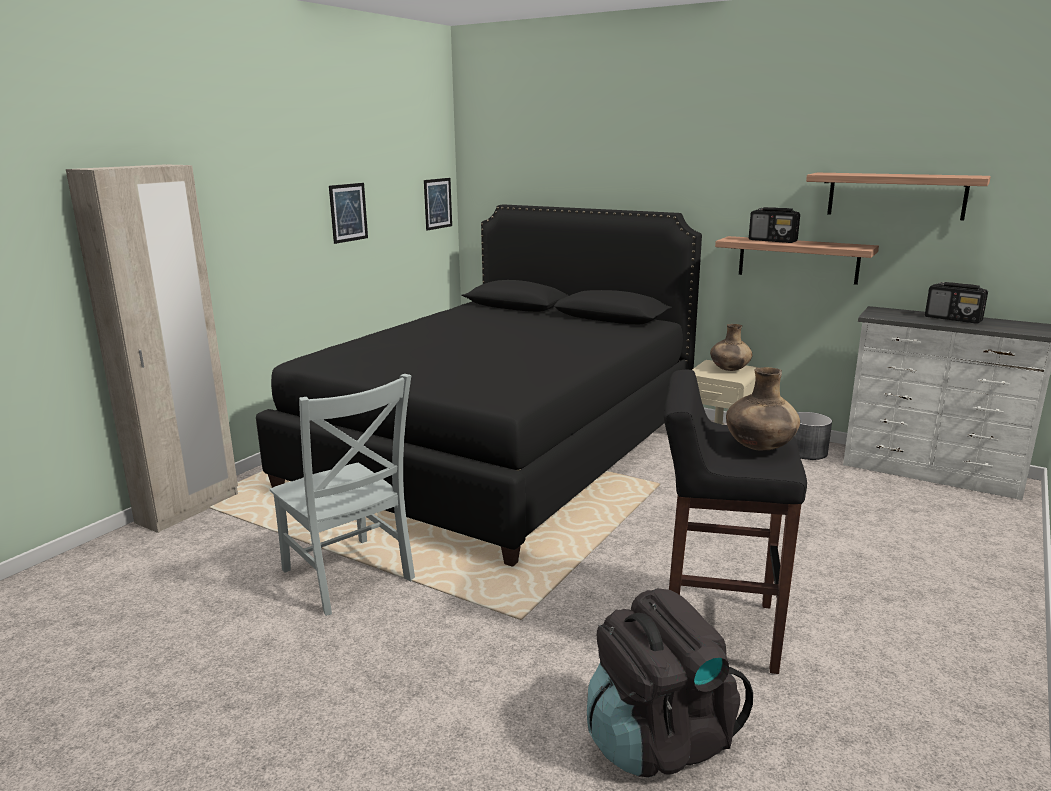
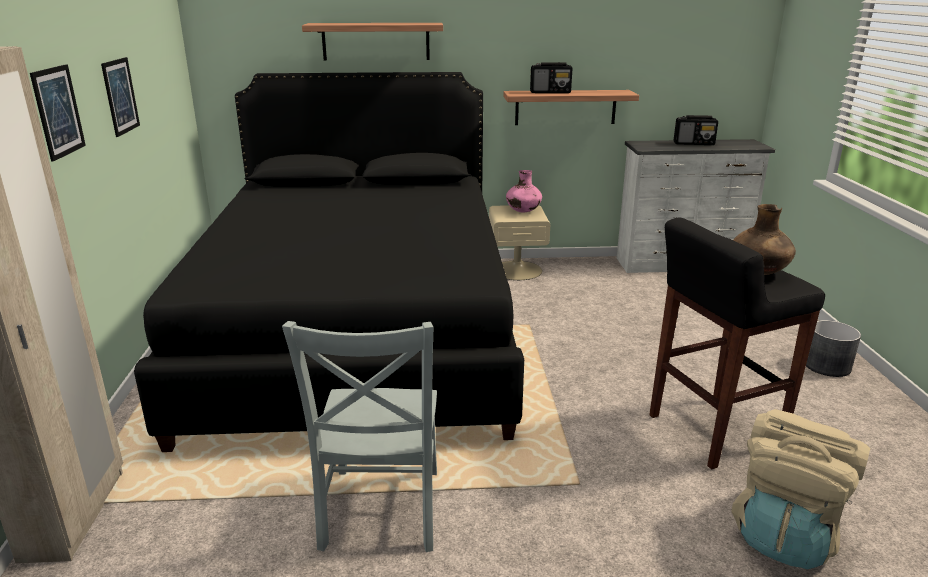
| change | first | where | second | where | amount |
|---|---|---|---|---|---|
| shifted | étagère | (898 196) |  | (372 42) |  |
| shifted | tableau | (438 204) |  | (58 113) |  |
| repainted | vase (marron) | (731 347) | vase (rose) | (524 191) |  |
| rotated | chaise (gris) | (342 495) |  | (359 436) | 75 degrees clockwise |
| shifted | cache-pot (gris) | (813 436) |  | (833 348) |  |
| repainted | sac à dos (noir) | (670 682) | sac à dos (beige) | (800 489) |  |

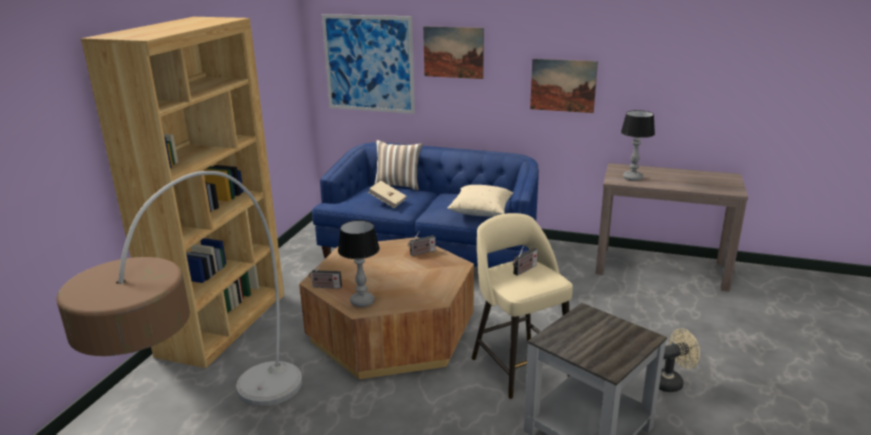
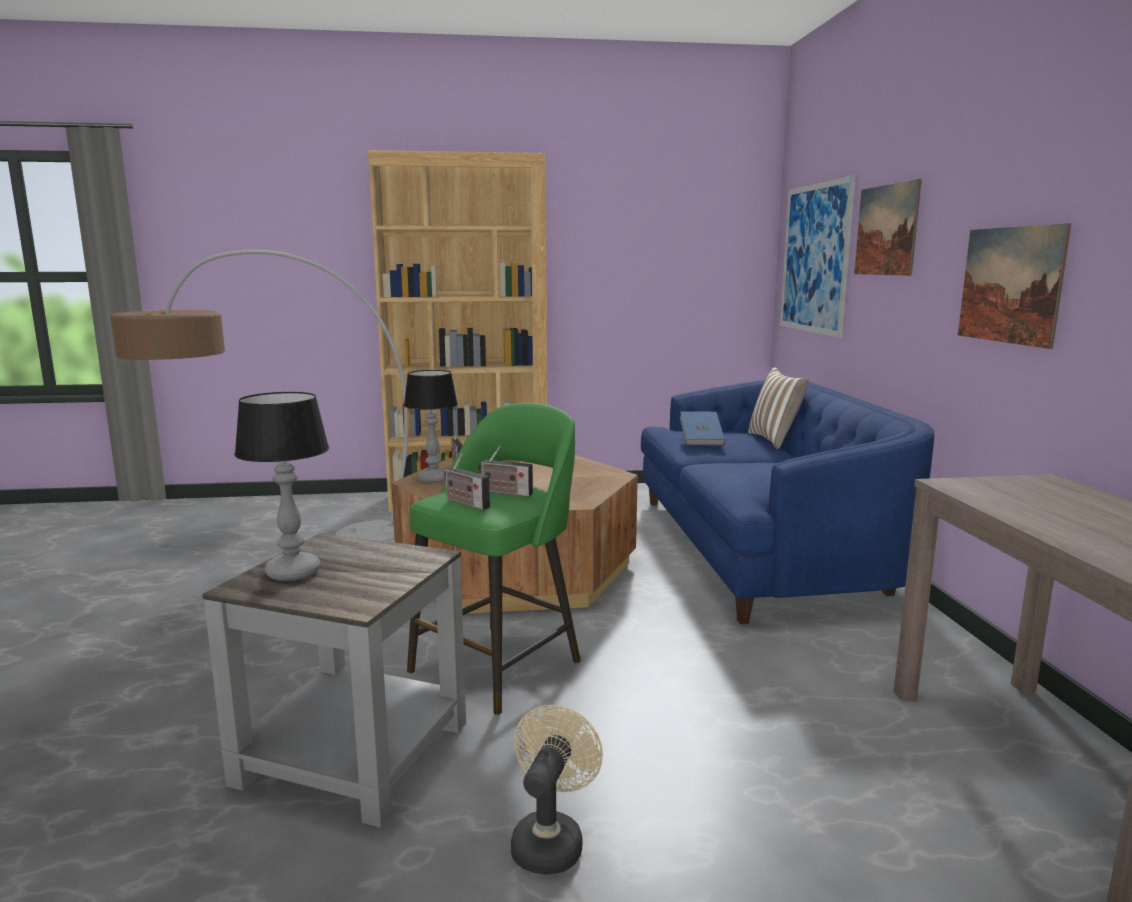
| change | first | where | second | where | amount |
|---|---|---|---|---|---|
| shifted | lampe de table | (638 145) |  | (281 486) |  |
| repainted | livre (beige) | (387 194) | livre (bleu) | (702 428) |  |
| gone | coussin (beige) | (480 201) |  |  |  |
| repainted | tabouret (beige) | (522 306) | tabouret (vert) | (494 559) |  |
| shifted | radio | (422 244) |  | (467 482) |  |
| rotated | ventilateur (beige) | (679 360) |  | (557 790) | 120 degrees counterclockwise |

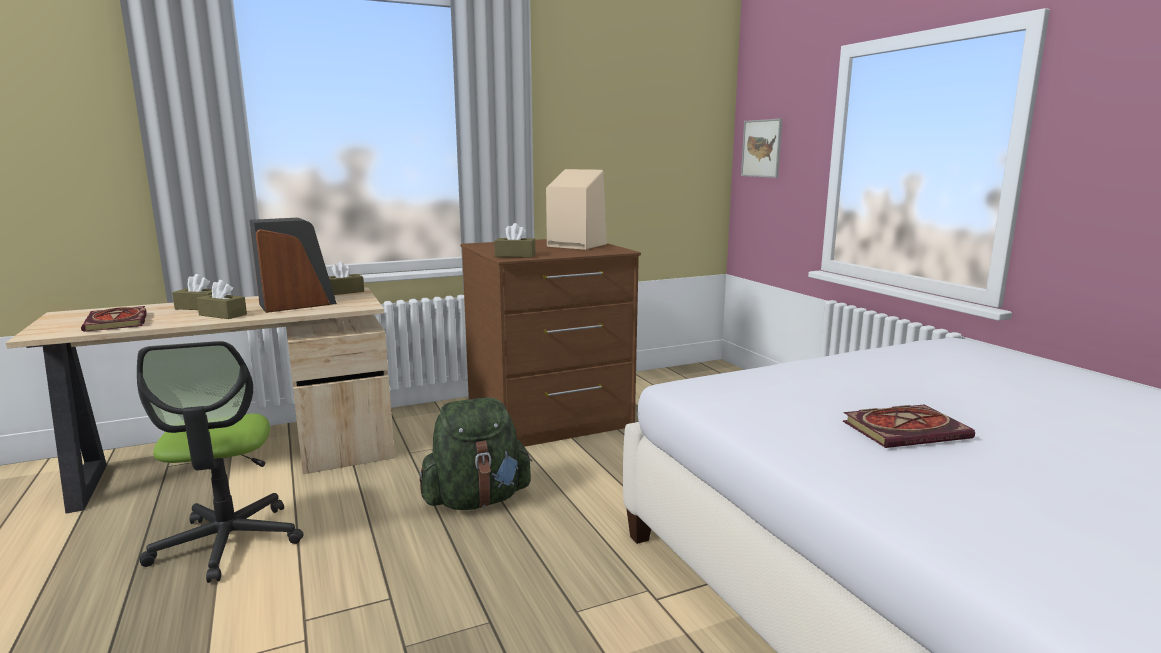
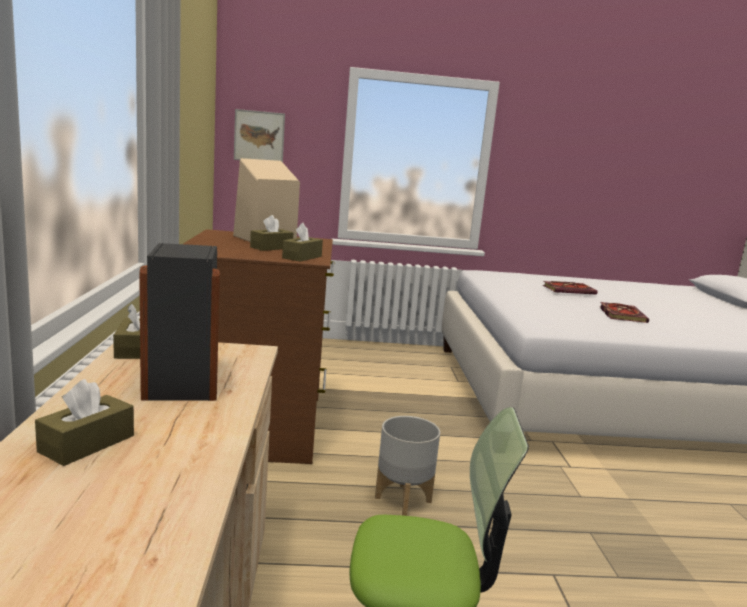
| change | first | where | second | where | amount |
|---|---|---|---|---|---|
| shifted | boîte à mouchoirs (marron) | (221 299) |  | (272 233) |  |
| shifted | livre | (114 319) |  | (570 288) |  |
| swapped | sac à dos (vert) | (475 453) | cache-pot (gris) | (407 466) |  |

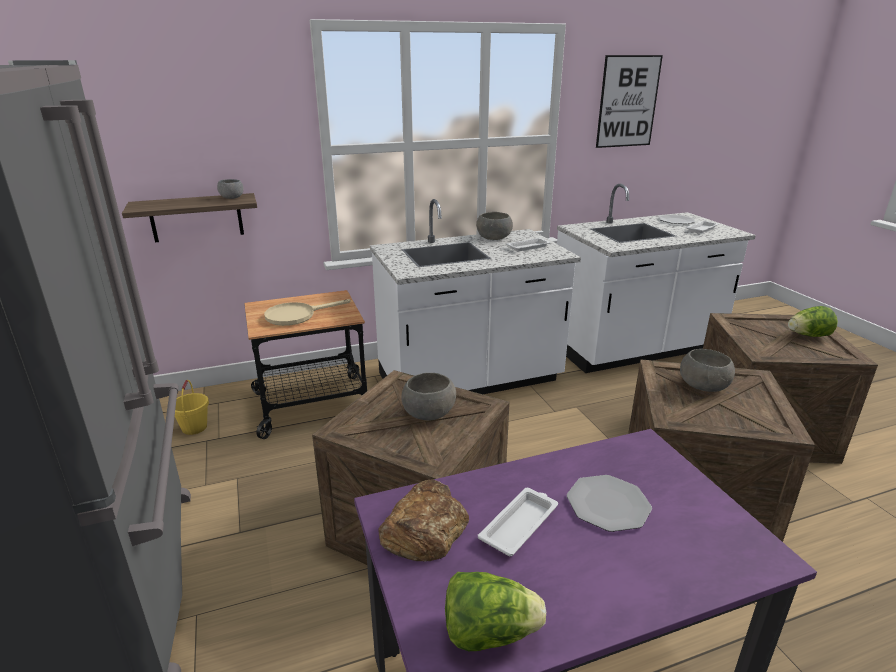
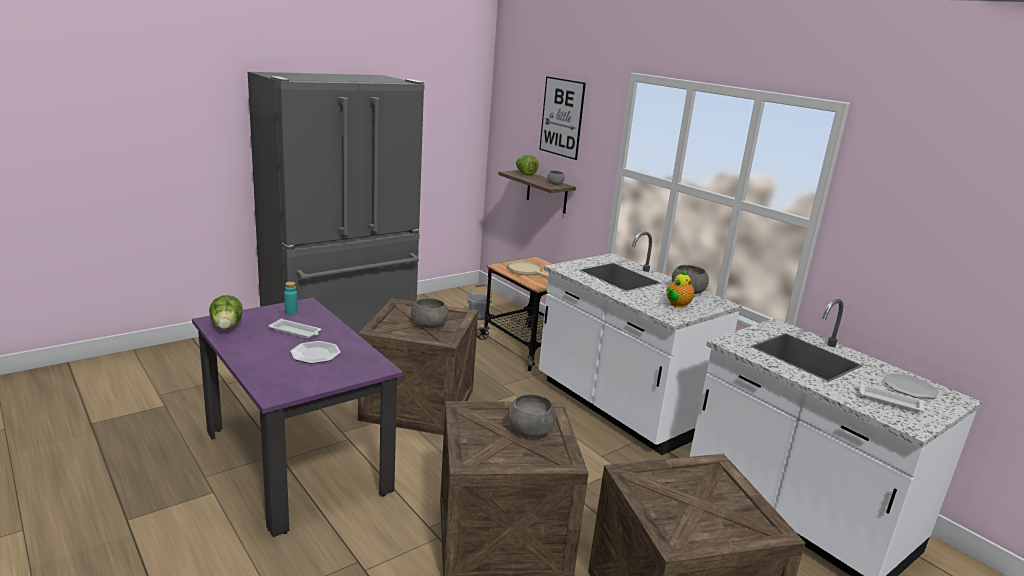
| change | first | where | second | where | amount |
|---|---|---|---|---|---|
| shifted | tableau | (629 101) |  | (562 118) |  |
| swapped | plateau (blanc) | (528 244) | théière | (680 288) |  |
| shifted | laitue | (813 321) |  | (527 165) |  |
| repainted | seau (jaune) | (192 407) | seau (gris) | (480 302) |  |
| swapped | pain | (423 521) | bouteille (turquoise) | (291 298) |  |

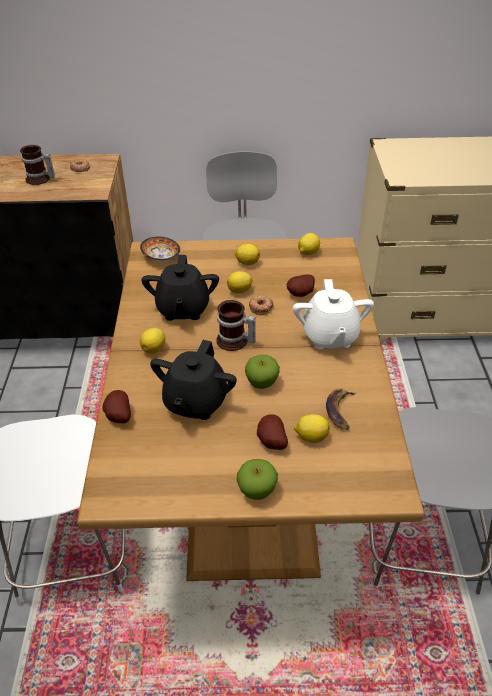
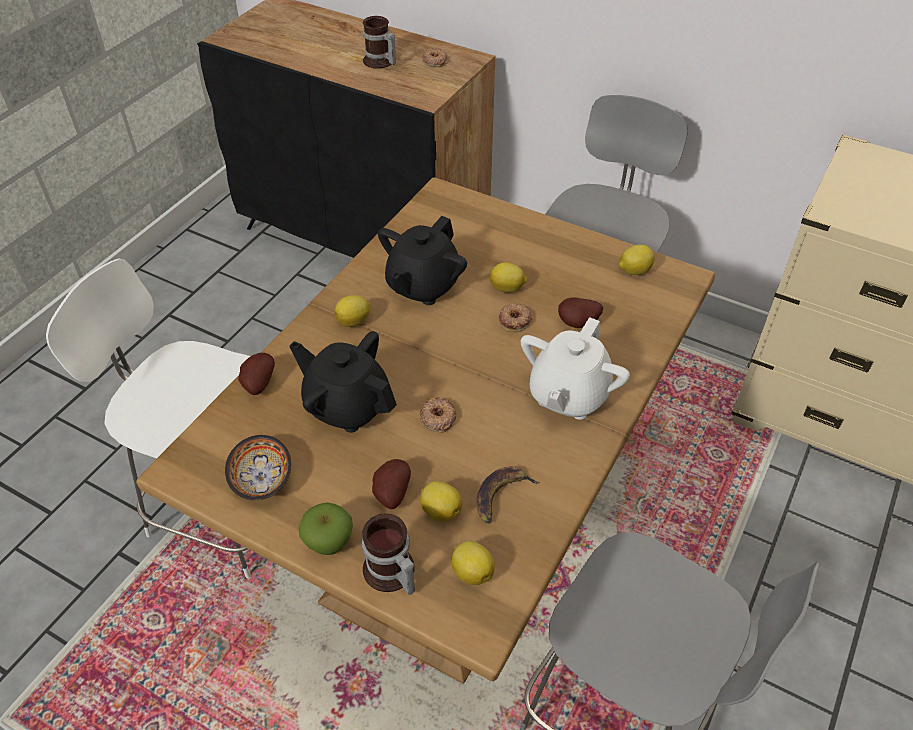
| change | first | where | second | where | amount |
|---|---|---|---|---|---|
| shifted | bol | (160 249) |  | (258 467) |  |
| shifted | citron | (247 254) |  | (473 563) |  |
| shifted | mug | (236 325) |  | (388 554) |  |
| rotated | théière (noir) | (193 380) |  | (343 382) | 75 degrees clockwise |
| swapped | pomme | (262 372) | beignet | (438 415) |  |

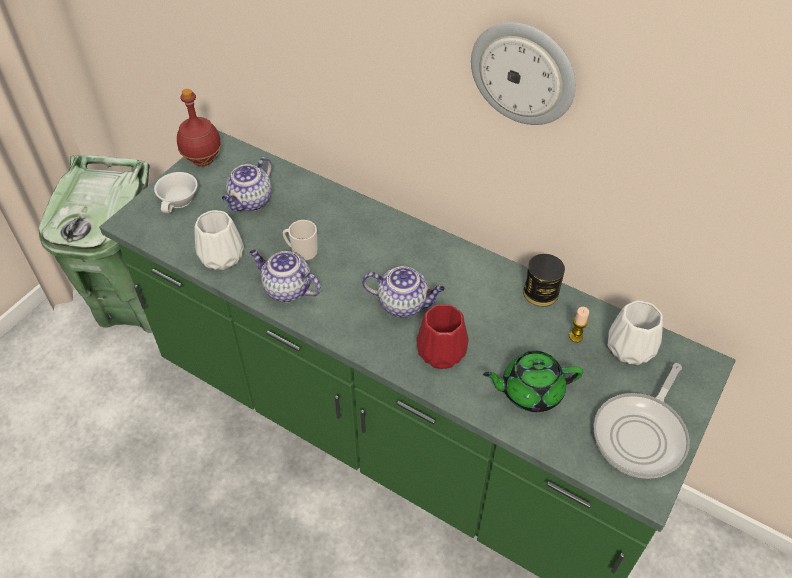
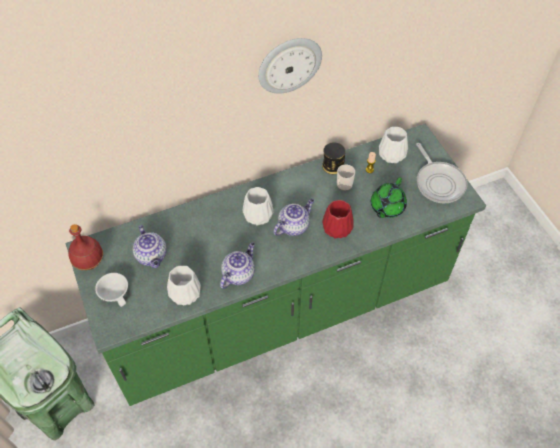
| change | first | where | second | where | amount |
|---|---|---|---|---|---|
| shifted | mug | (300 240) |  | (346 178) |  |
| rotated | théière | (285 276) |  | (237 265) | 150 degrees clockwise |
| new |  |  | vase (blanc) | (257 206) |  |

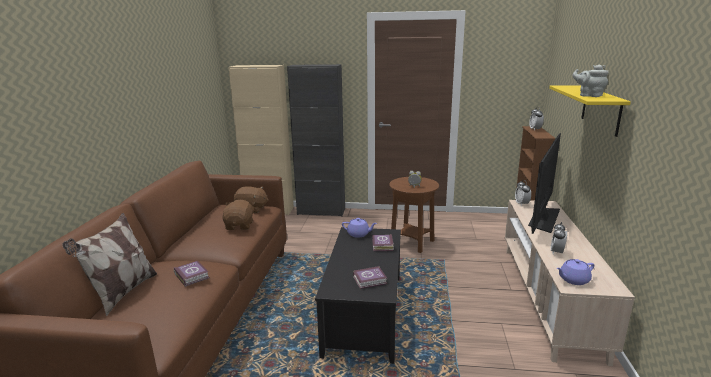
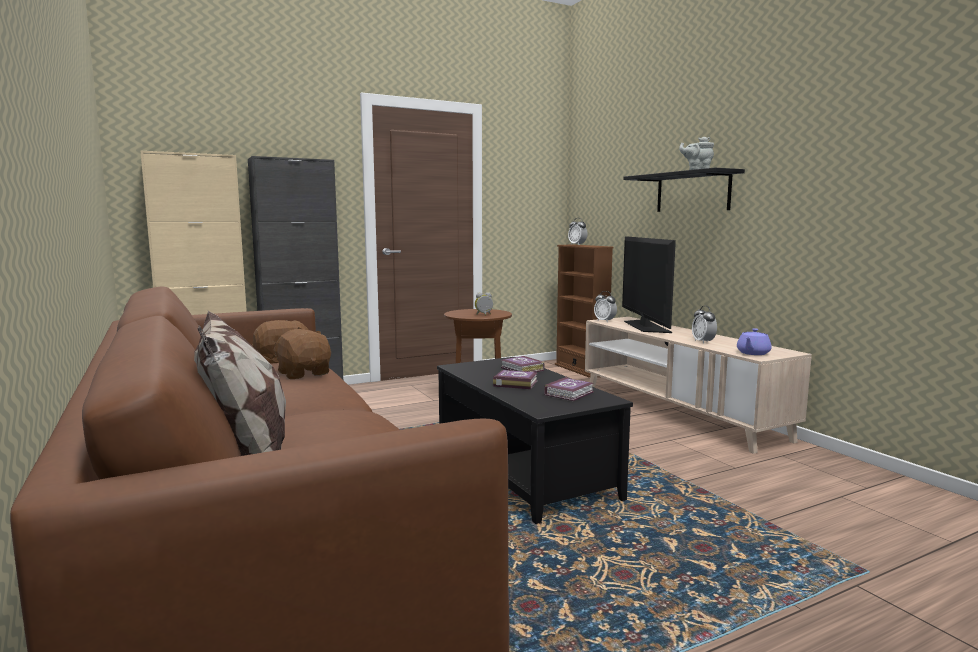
| change | first | where | second | where | amount |
|---|---|---|---|---|---|
| repainted | étagère (jaune) | (590 111) | étagère (noir) | (684 190) |  |
| gone | théière (violet) | (359 228) |  |  |  |
| shifted | livre | (191 274) |  | (515 379) |  |

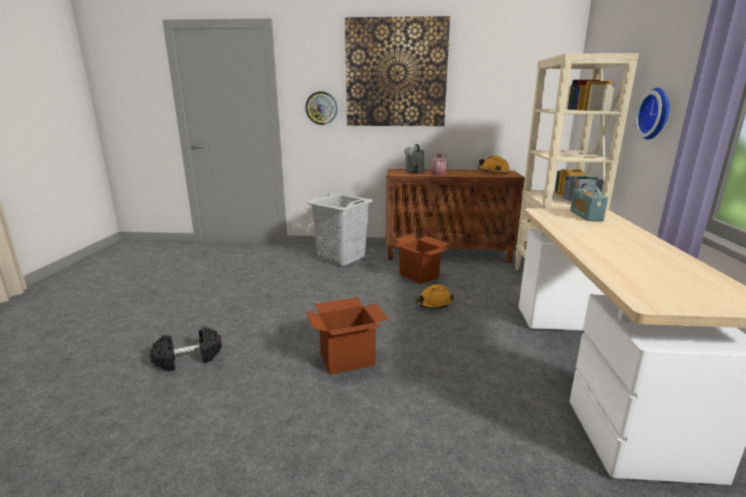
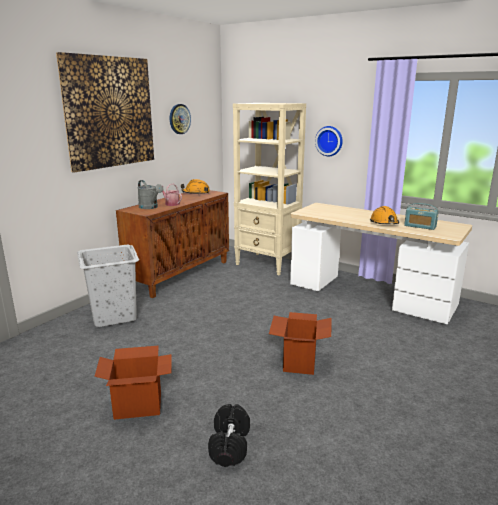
| change | first | where | second | where | amount |
|---|---|---|---|---|---|
| shifted | horloge murale | (321 108) |  | (180 119) |  |
| shifted | radio | (589 202) |  | (421 216) |  |
| shifted | carton | (420 259) |  | (133 382) |  |
| shifted | casque de chantier (orange) | (435 296) |  | (384 215) |  |

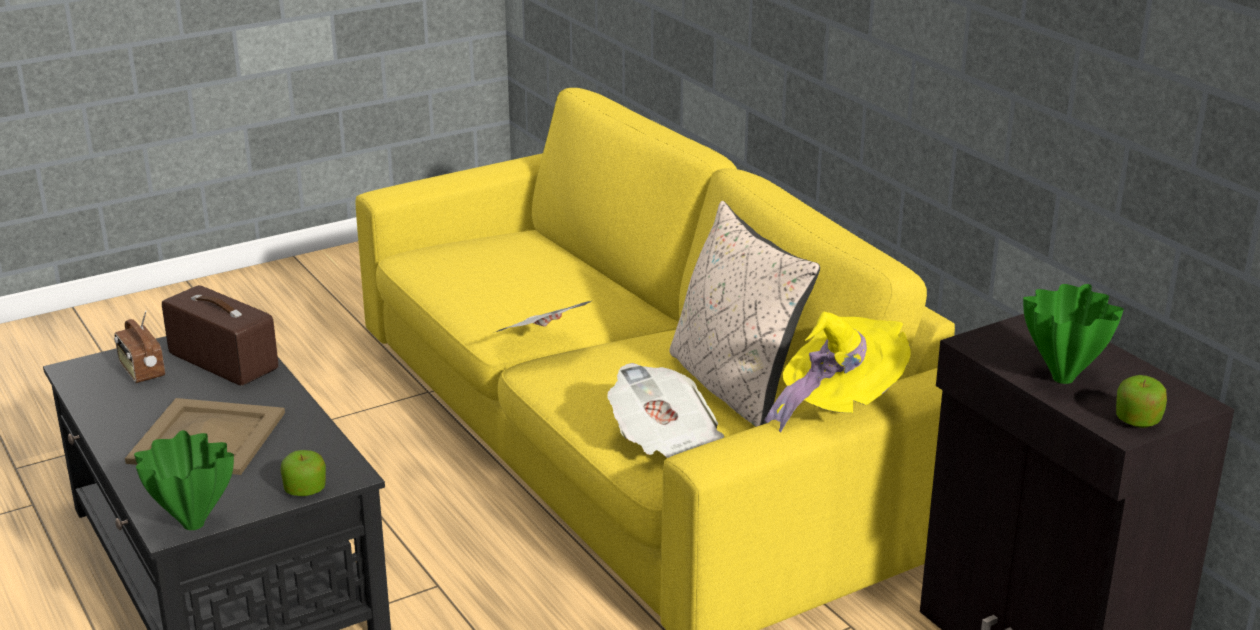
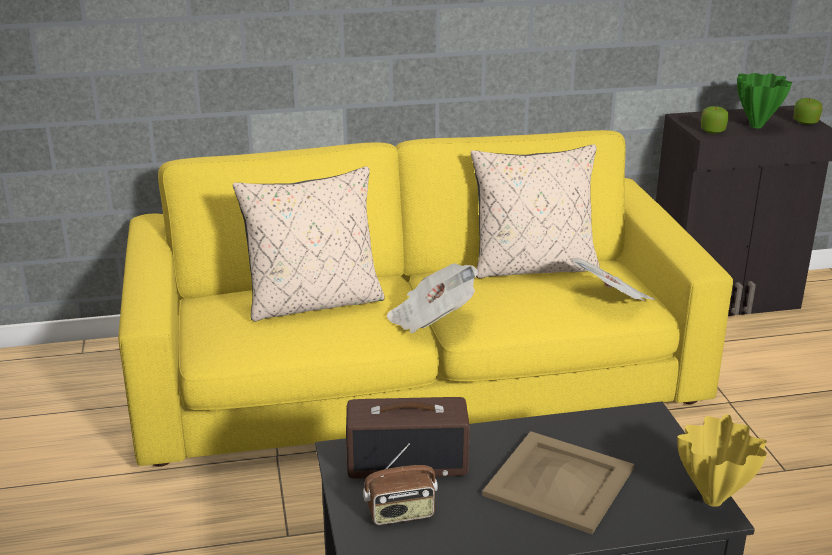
| change | first | where | second | where | amount |
|---|---|---|---|---|---|
| rotated | radio | (220 335) |  | (408 438) | 150 degrees counterclockwise |
| gone | chapeau (jaune) | (837 372) |  |  |  |
| repainted | vase (vert) | (184 480) | vase (jaune) | (722 460) |  |
| shifted | pomme | (303 473) |  | (715 120) |  |
| new |  |  | coussin (beige) | (309 243) |  |

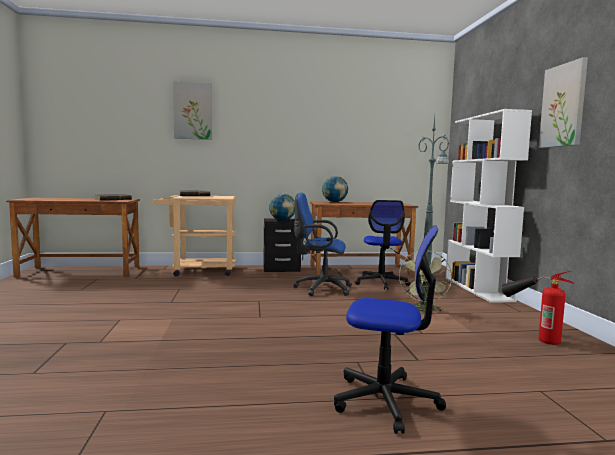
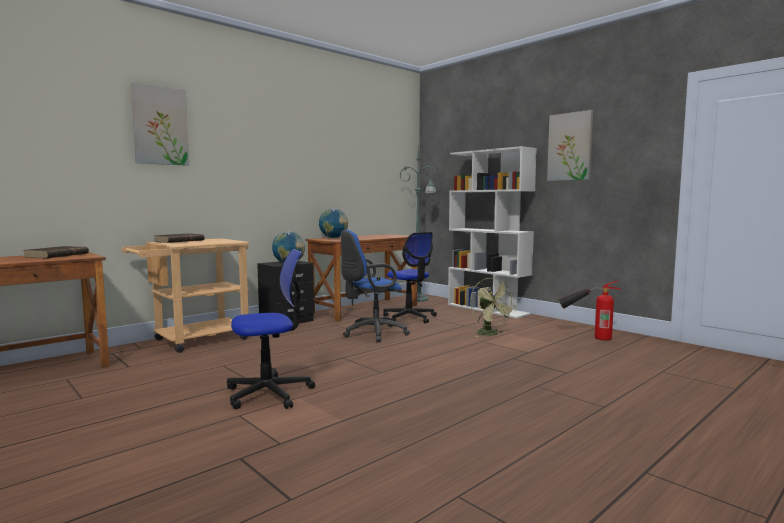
| change | first | where | second | where | amount |
|---|---|---|---|---|---|
| shifted | chaise de bureau | (390 329) |  | (271 329) |  |

